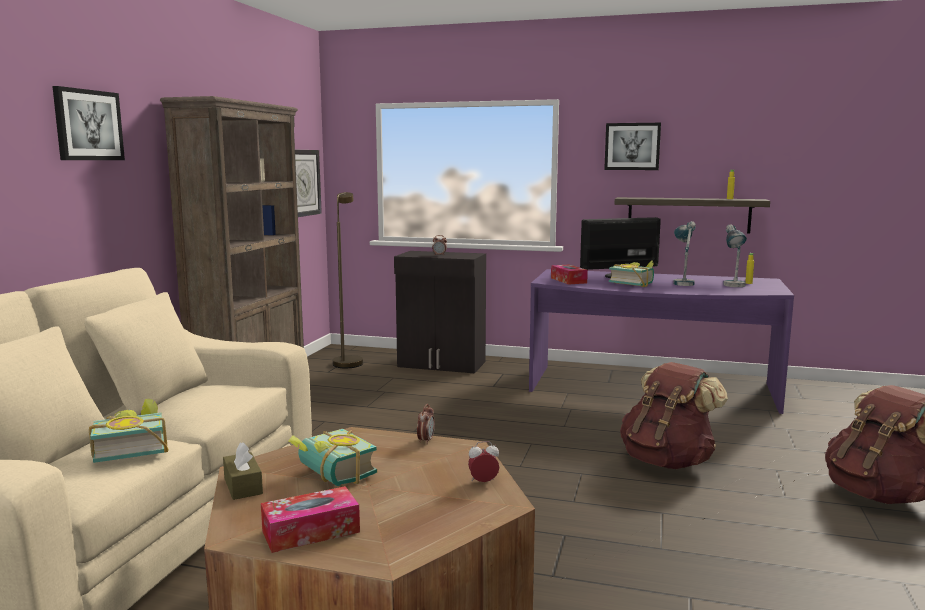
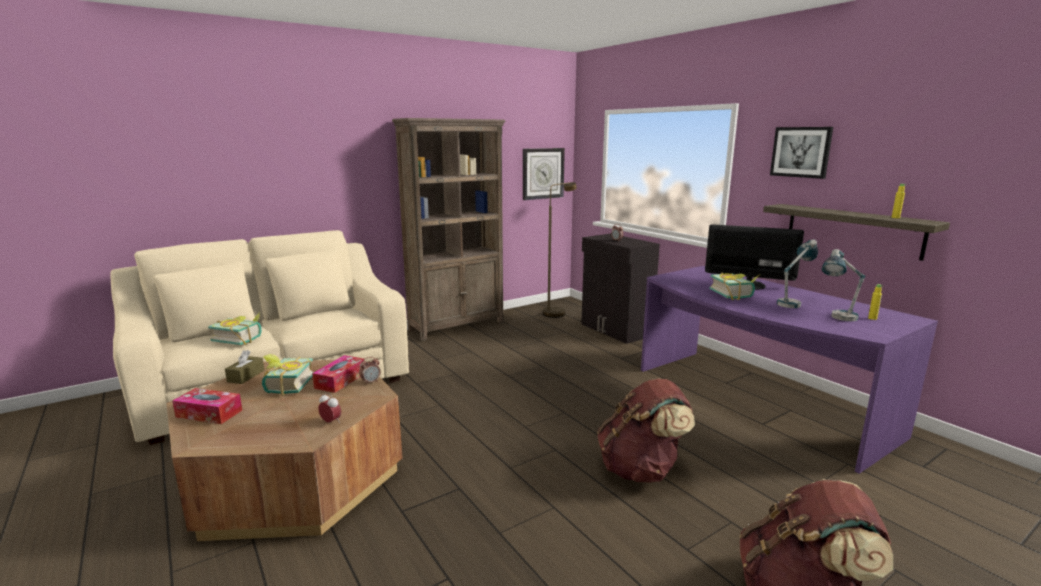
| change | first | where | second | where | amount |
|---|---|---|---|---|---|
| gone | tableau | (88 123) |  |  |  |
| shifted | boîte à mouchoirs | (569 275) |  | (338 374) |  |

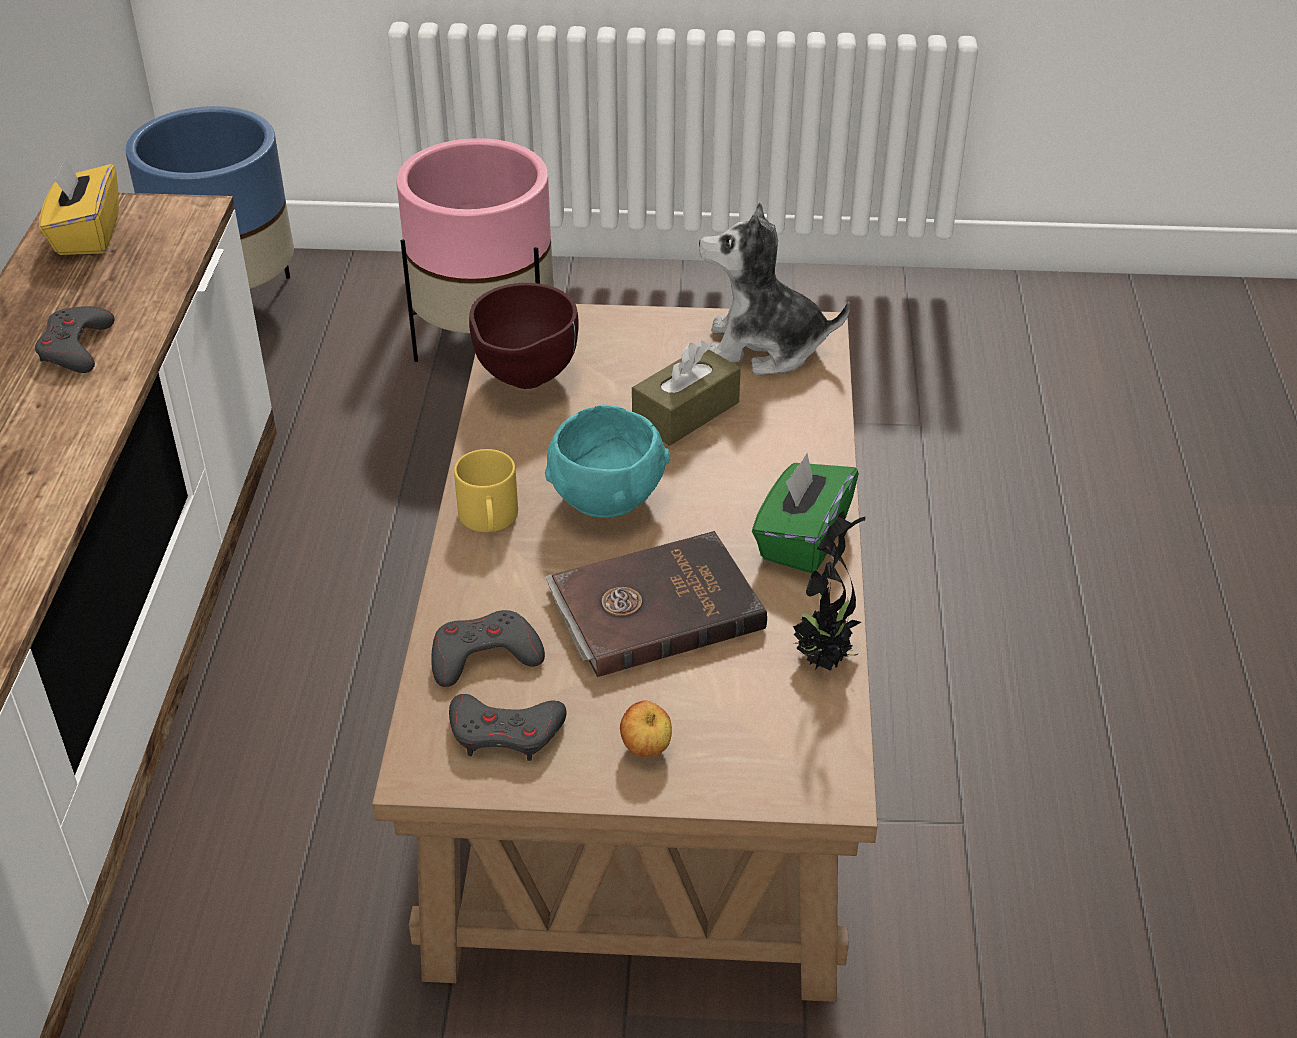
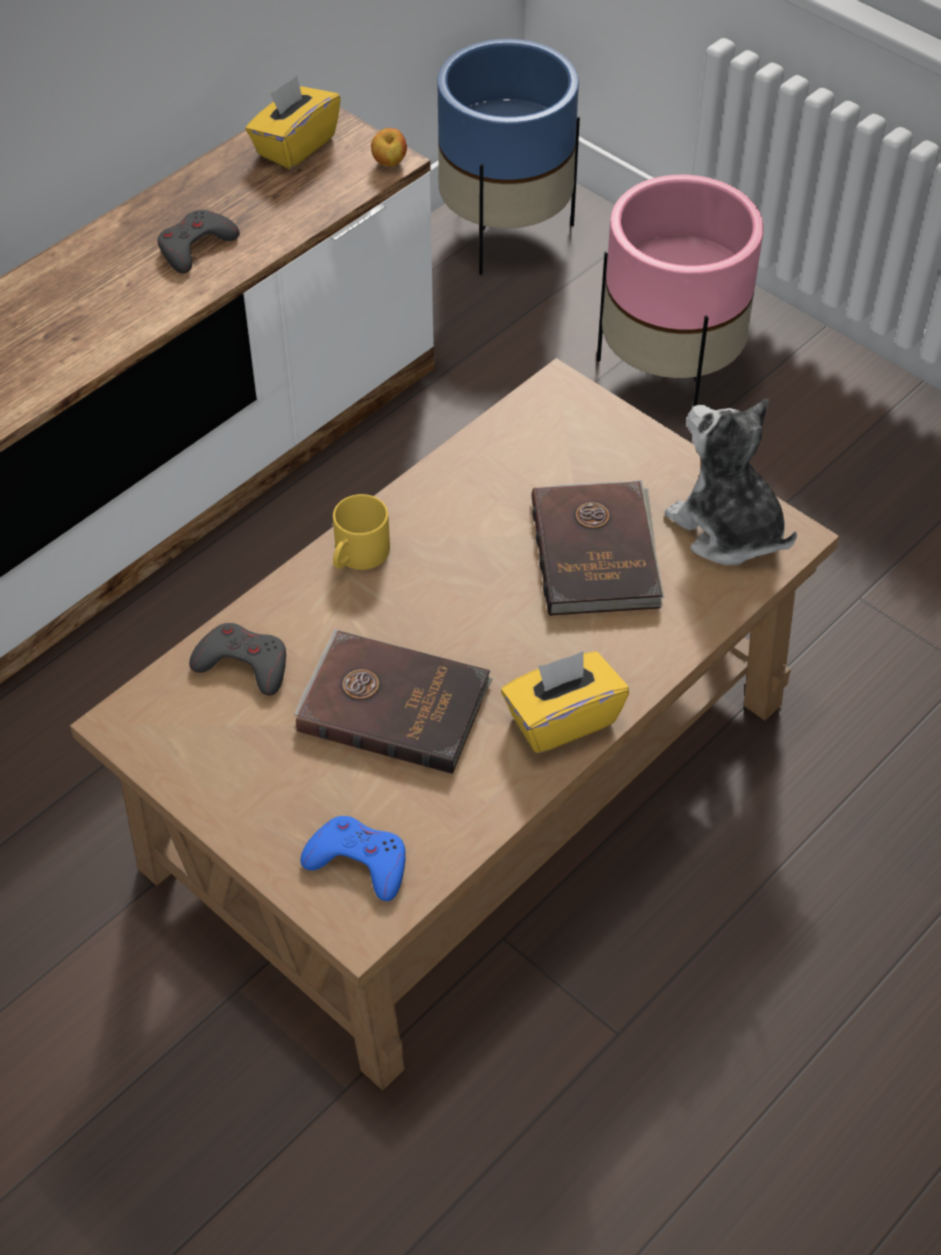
| change | first | where | second | where | amount |
|---|---|---|---|---|---|
| gone | bol (marron) | (524 336) |  |  |  |
| swapped | boîte à mouchoirs (marron) | (686 393) | livre (marron) | (597 548) |  |
| gone | bol (turquoise) | (607 461) |  |  |  |
| repainted | boîte à mouchoirs (vert) | (805 513) | boîte à mouchoirs (jaune) | (565 702) |  |
| gone | plante en pot | (829 591) |  |  |  |
| gone | manette (gris) | (507 727) |  |  |  |
| shifted | pomme | (646 729) |  | (389 147) |  |
| new |  |  | manette (bleu) | (353 858) |  |

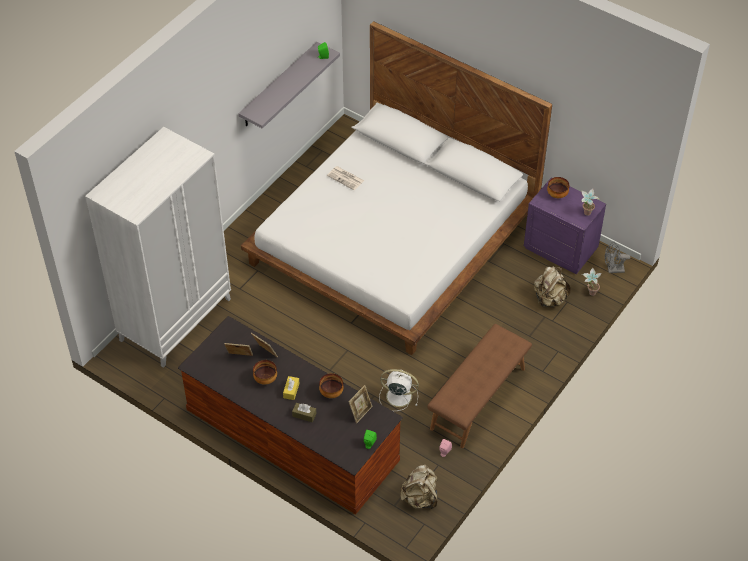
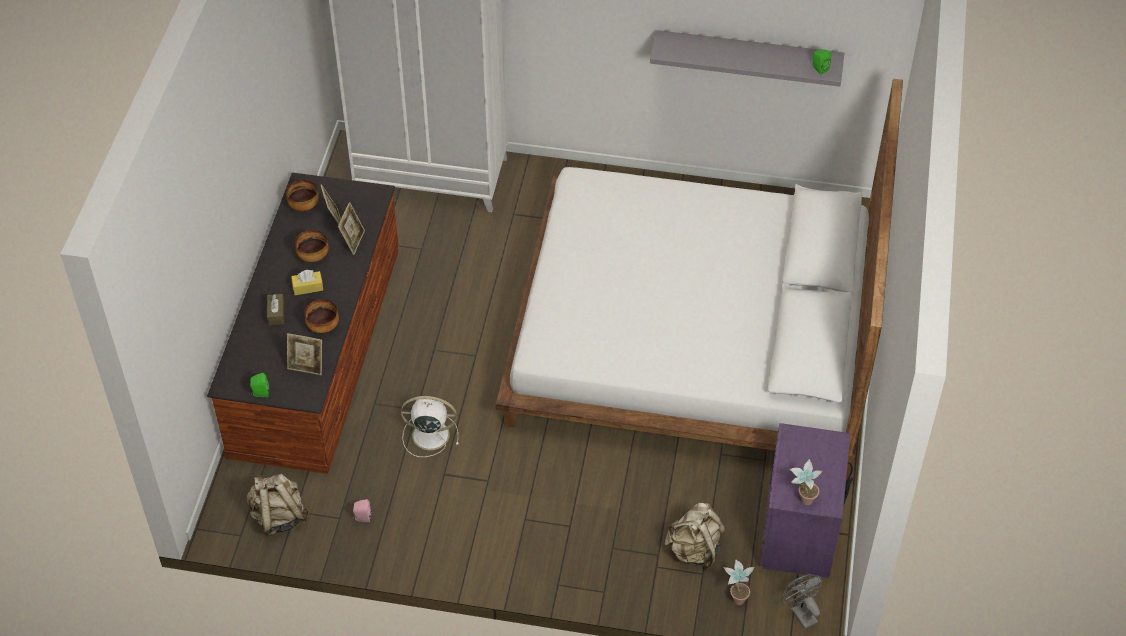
| change | first | where | second | where | amount |
|---|---|---|---|---|---|
| gone | journal | (345 178) |  |  |  |
| shifted | bol | (558 187) |  | (302 195) |  |
| gone | banc (marron) | (479 386) |  |  |  |
| rotated | ventilateur (blanc) | (399 390) |  | (430 426) | 75 degrees counterclockwise |

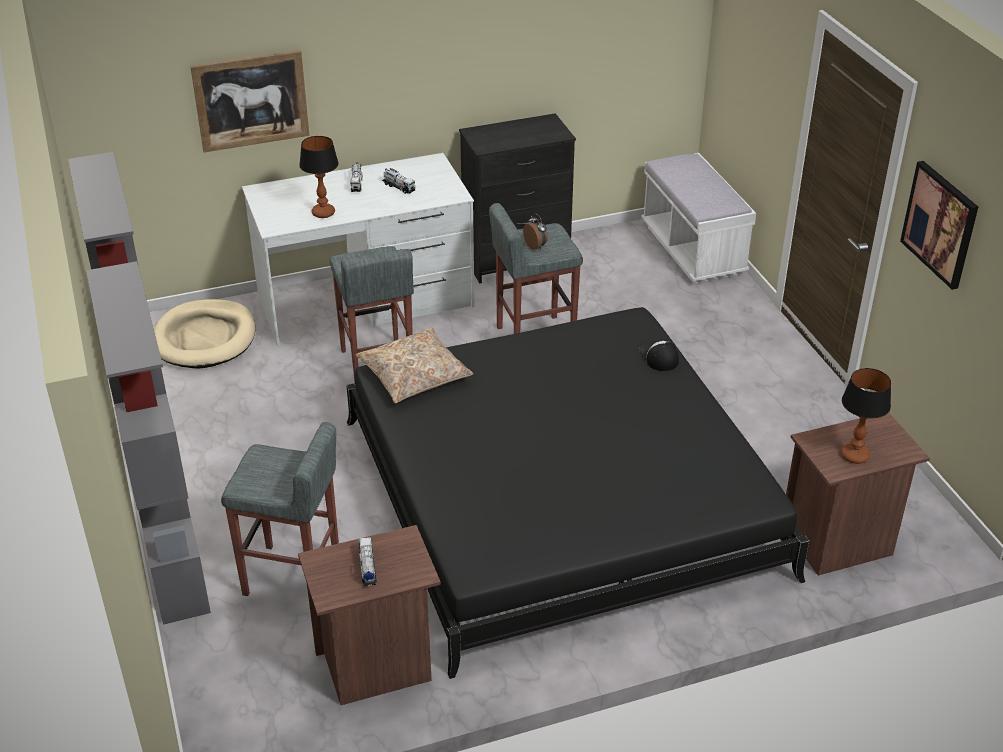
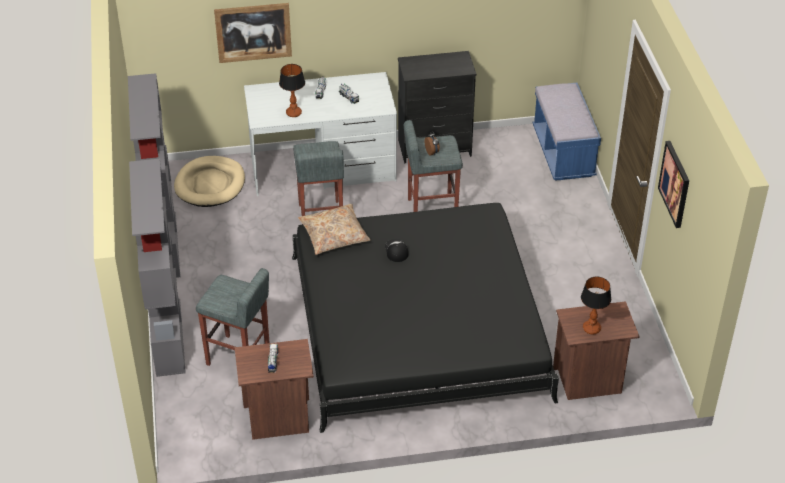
| change | first | where | second | where | amount |
|---|---|---|---|---|---|
| repainted | banc (blanc) | (698 218) | banc (bleu) | (567 132) |  |
| shifted | casquette | (659 356) |  | (397 250) |  |

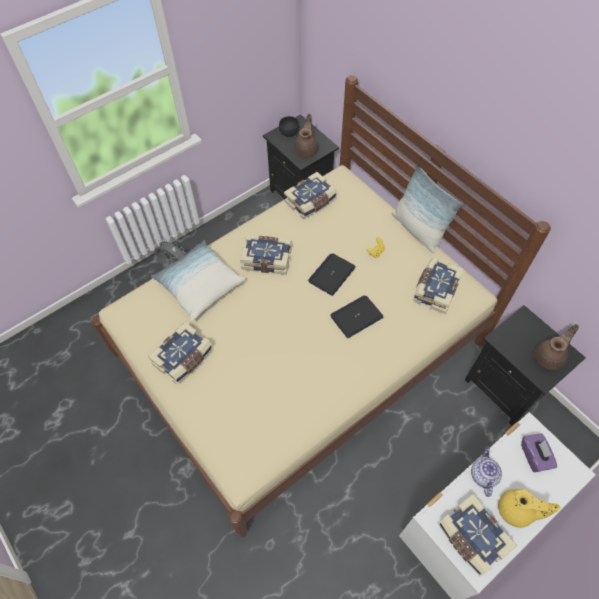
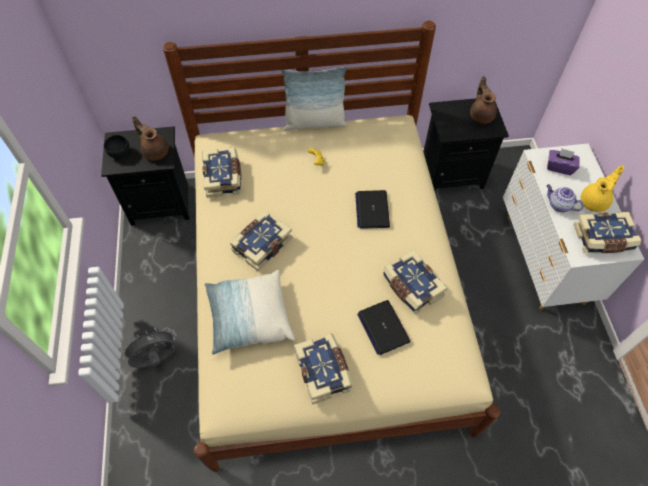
| change | first | where | second | where | amount |
|---|---|---|---|---|---|
| shifted | ordinateur portable | (332 274) |  | (384 327) |  |
| shifted | livre | (438 286) |  | (414 282) |  |

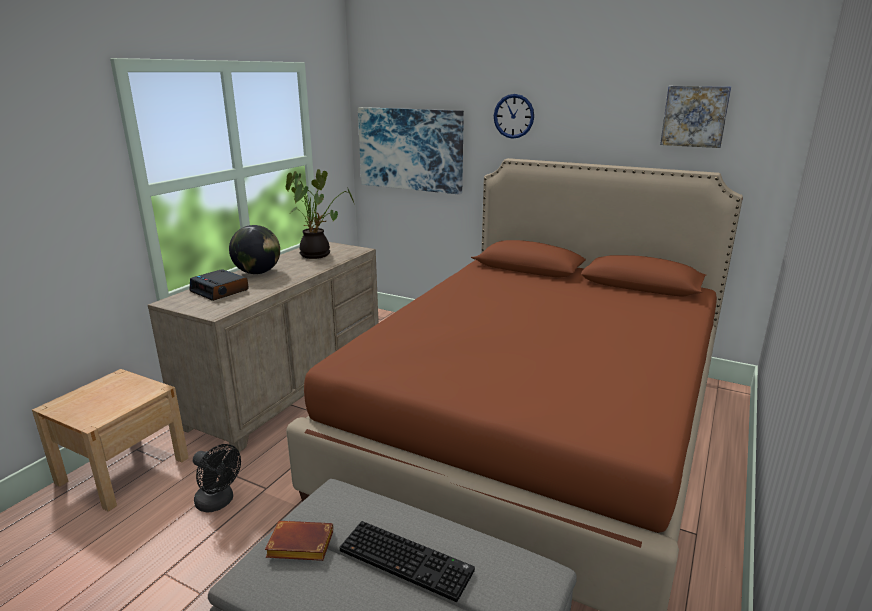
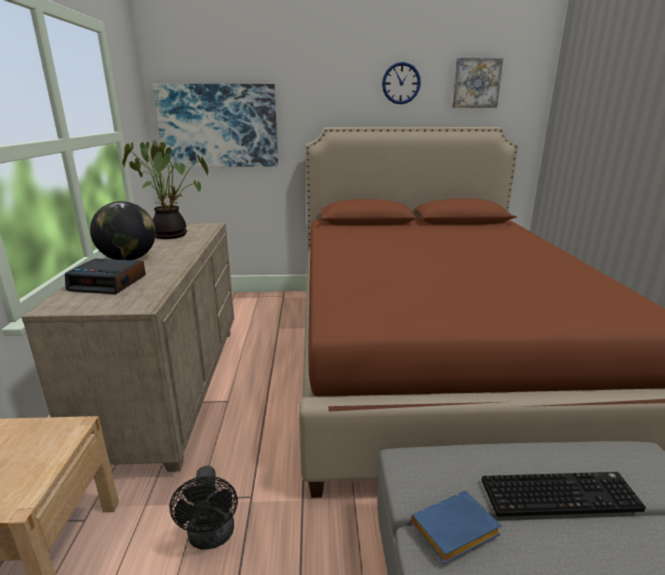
| change | first | where | second | where | amount |
|---|---|---|---|---|---|
| shifted | horloge murale | (514 116) |  | (401 83) |  |
| rotated | ventilateur (noir) | (217 478) |  | (204 508) | 75 degrees clockwise |
| repainted | livre (marron) | (299 541) | livre (bleu) | (456 527) |  |

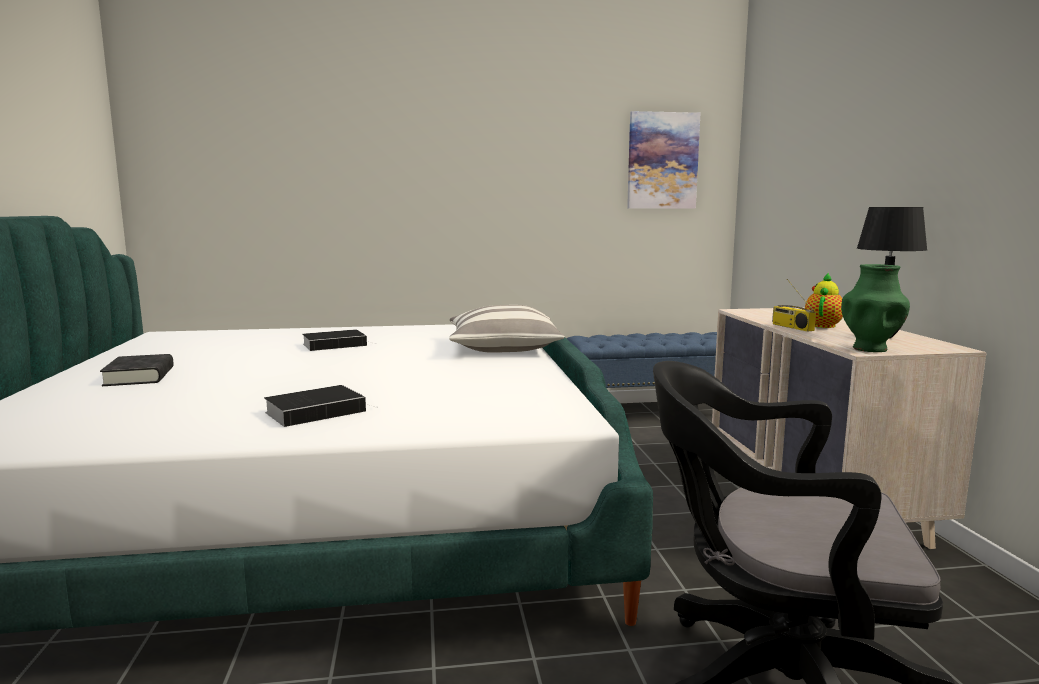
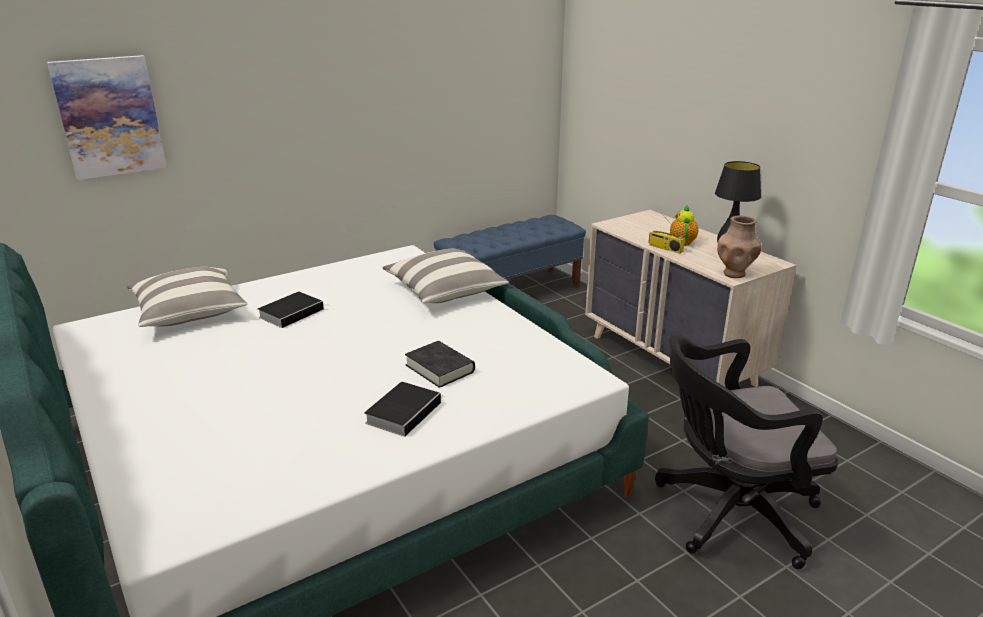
| change | first | where | second | where | amount |
|---|---|---|---|---|---|
| shifted | tableau | (663 160) |  | (107 117) |  |
| repainted | vase (vert) | (875 308) | vase (marron) | (739 247) |  |
| shifted | livre (noir) | (137 370) |  | (440 364) |  |
| new |  |  | coussin | (187 297) |  |

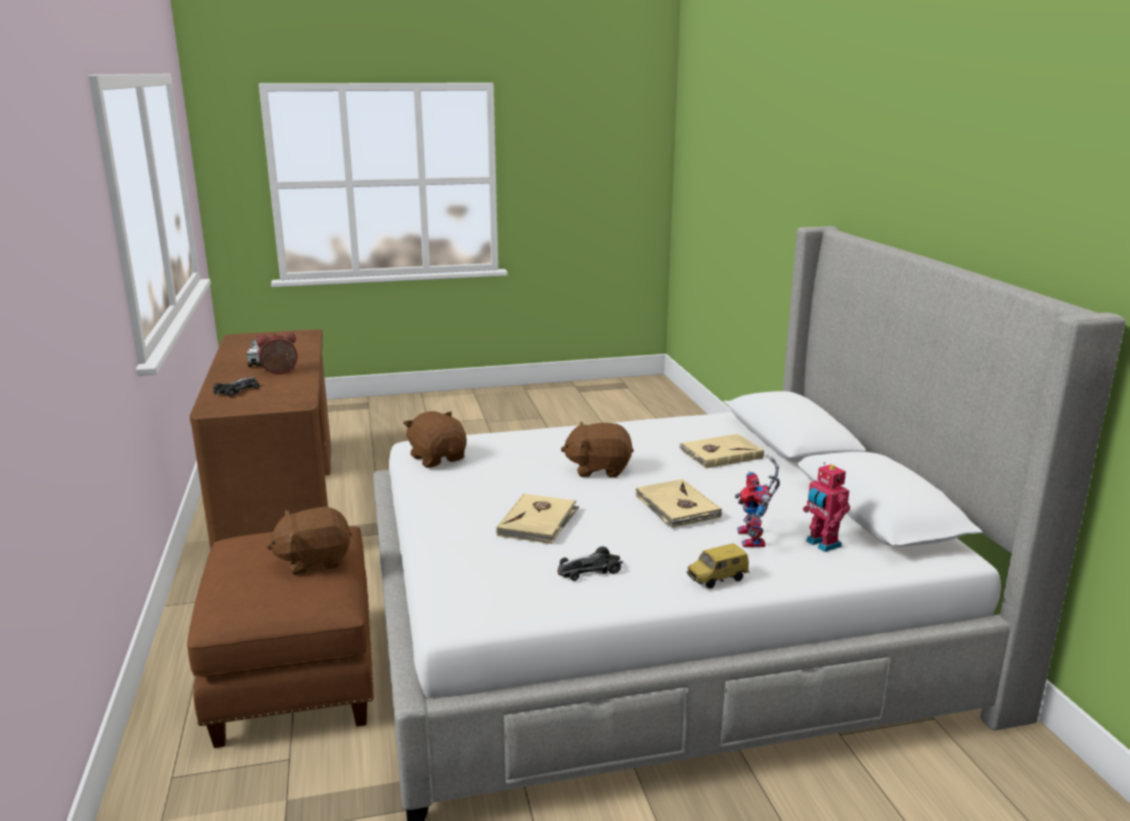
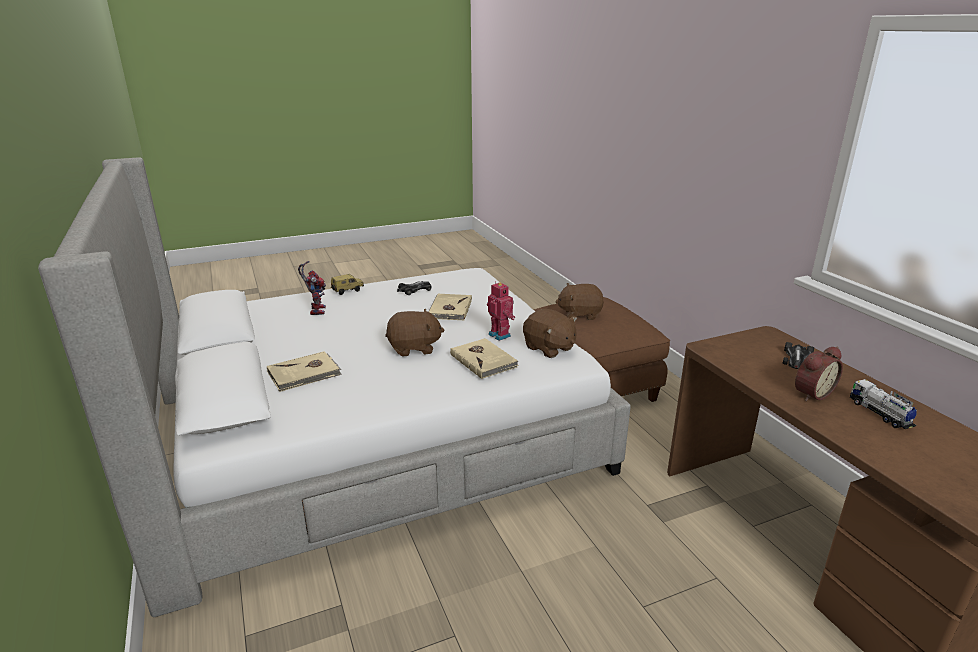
| change | first | where | second | where | amount |
|---|---|---|---|---|---|
| shifted | robot jouet | (826 507) |  | (501 311) |  |
| shifted | livre (beige) | (678 503) |  | (484 358) |  |
| rotated | peluche (marron) | (309 541) |  | (579 301) | 150 degrees counterclockwise |

